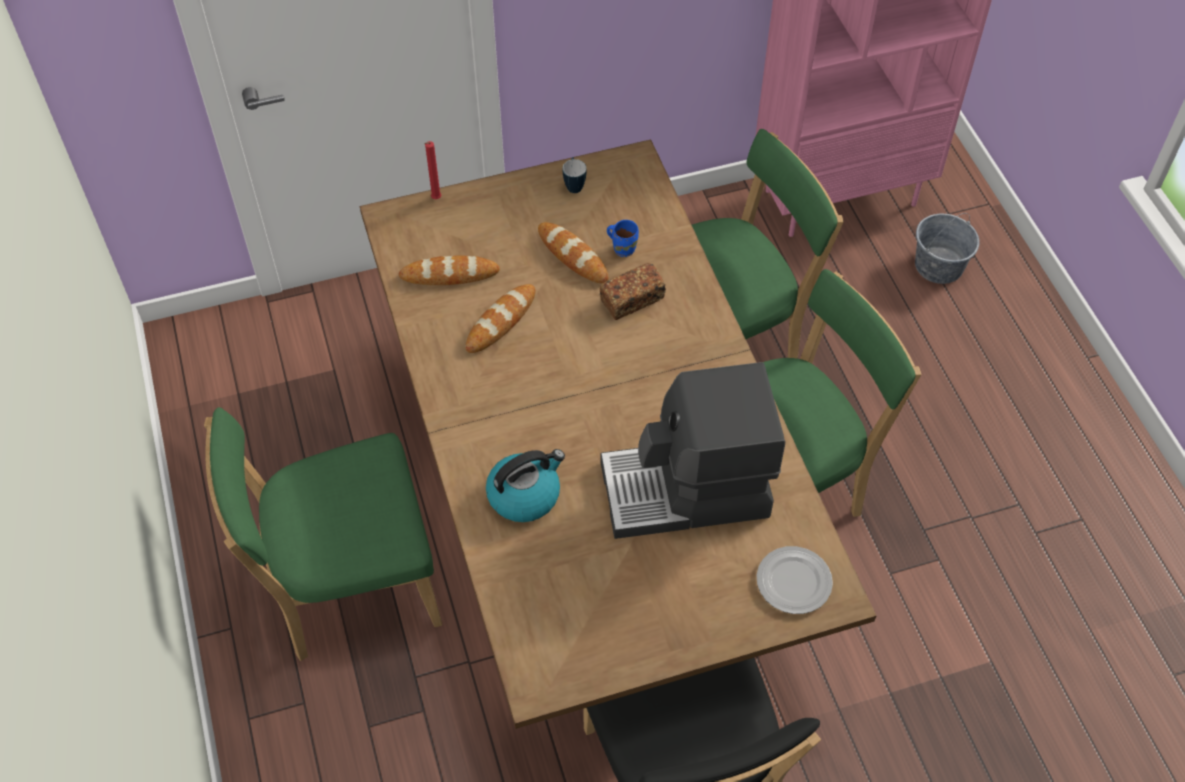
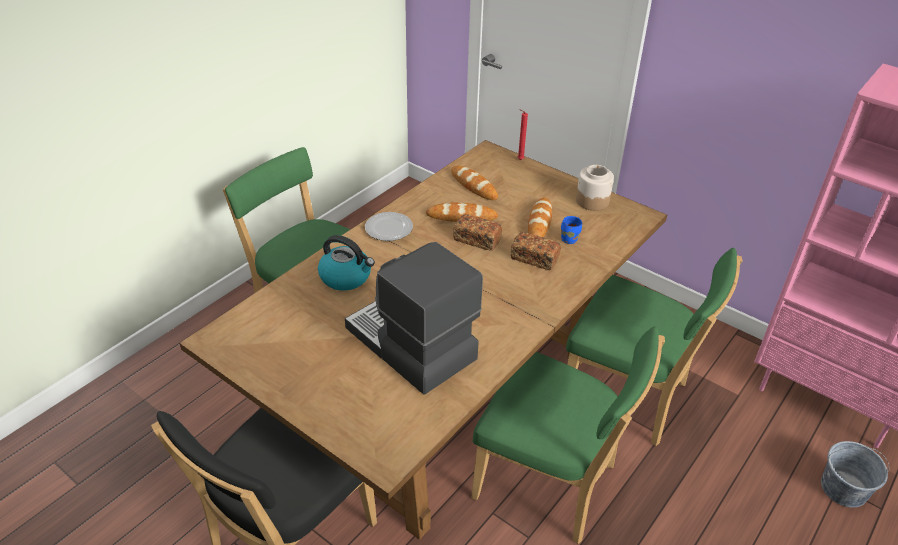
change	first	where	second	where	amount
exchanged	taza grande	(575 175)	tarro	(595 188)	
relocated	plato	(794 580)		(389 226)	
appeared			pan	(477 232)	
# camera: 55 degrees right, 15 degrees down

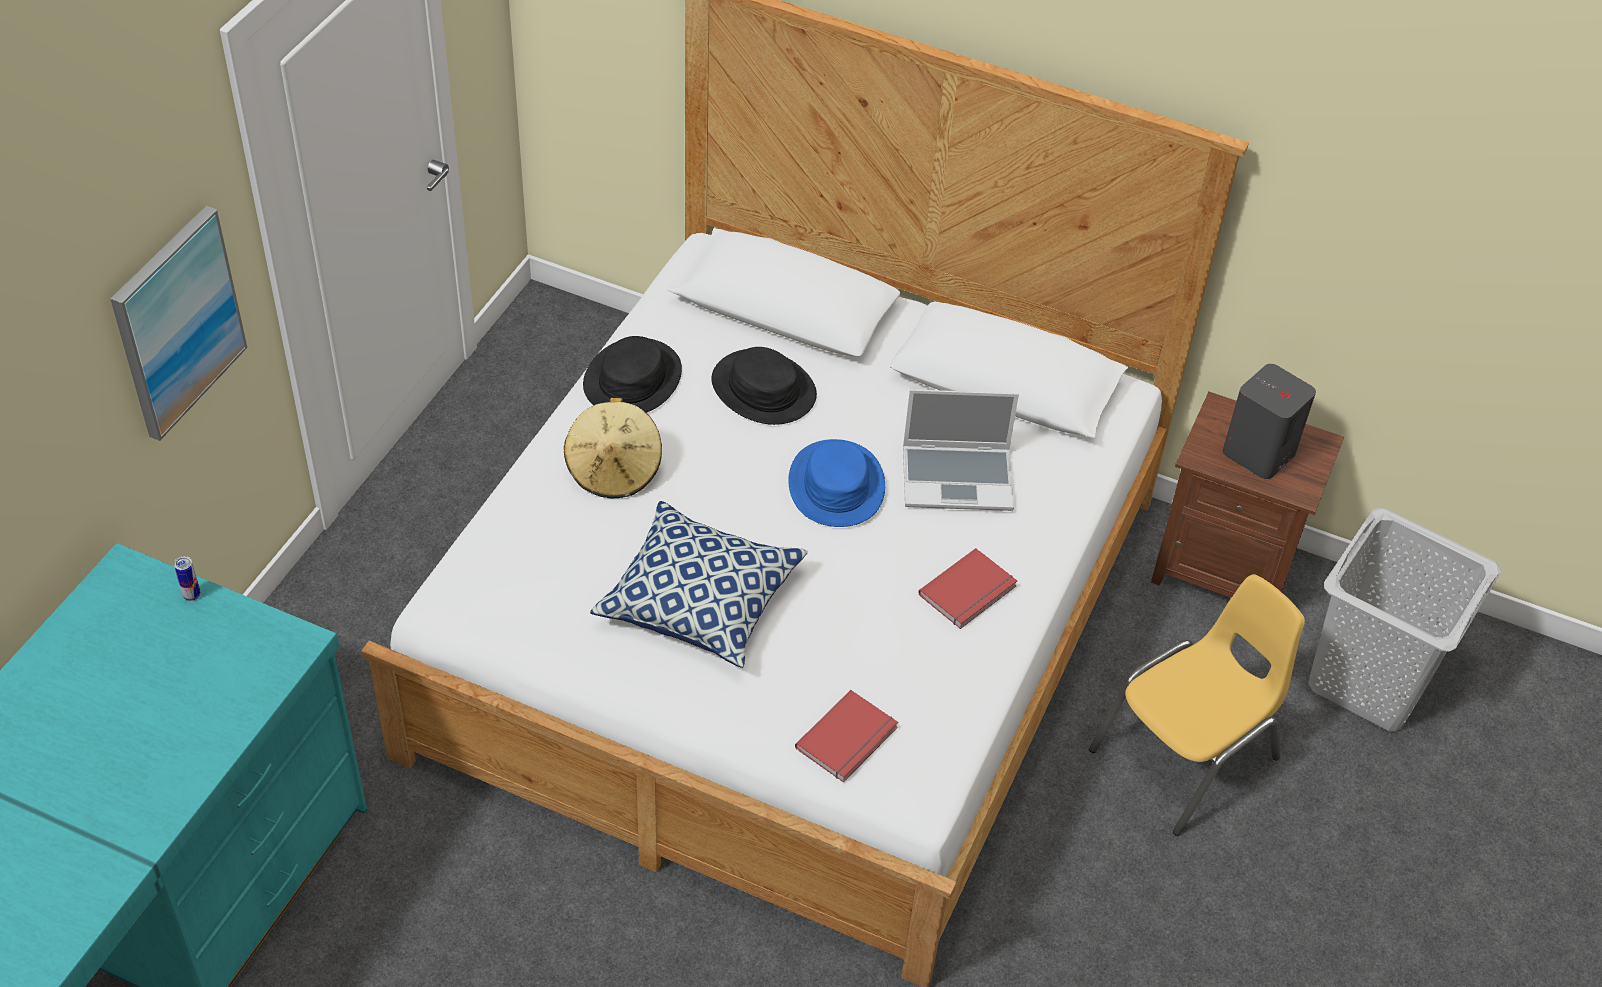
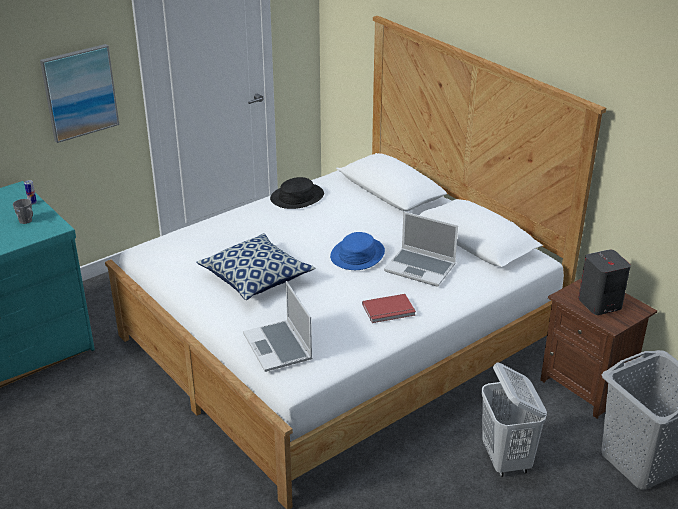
change	first	where	second	where	amount
missing	sombrero [beis]	(613 448)			
missing	sombrero [negro]	(764 386)			
exchanged	libro [rojo]	(846 736)	portátil	(278 326)	
exchanged	silla [amarillo]	(1197 705)	cesto de la ropa [blanco]	(514 419)	
appeared			taza grande [gris]	(23 211)	
# camera: 30 degrees right, 15 degrees down

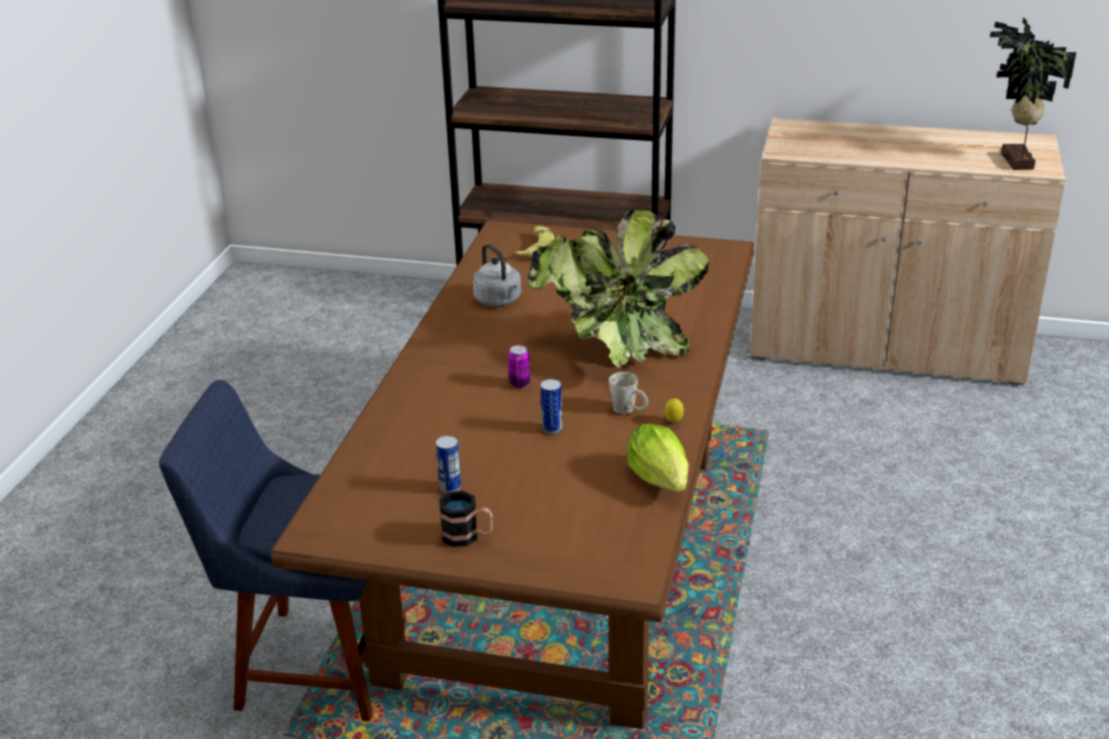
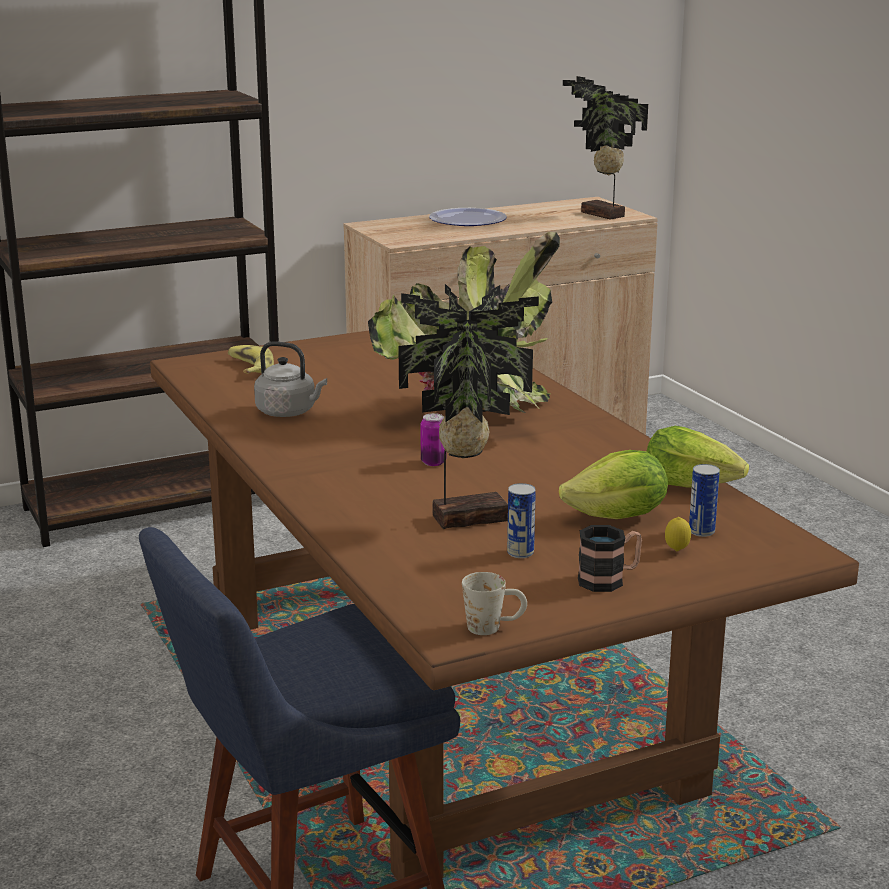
change	first	where	second	where	amount
relocated	lata	(551 406)		(704 500)	
relocated	taza grande [blanco]	(628 393)		(494 603)	
relocated	limón	(674 410)		(678 534)	
appeared			planta en maceta	(468 406)	
appeared			plato	(468 217)	
appeared			lechuga	(613 484)	
# camera: 40 degrees left, 10 degrees down

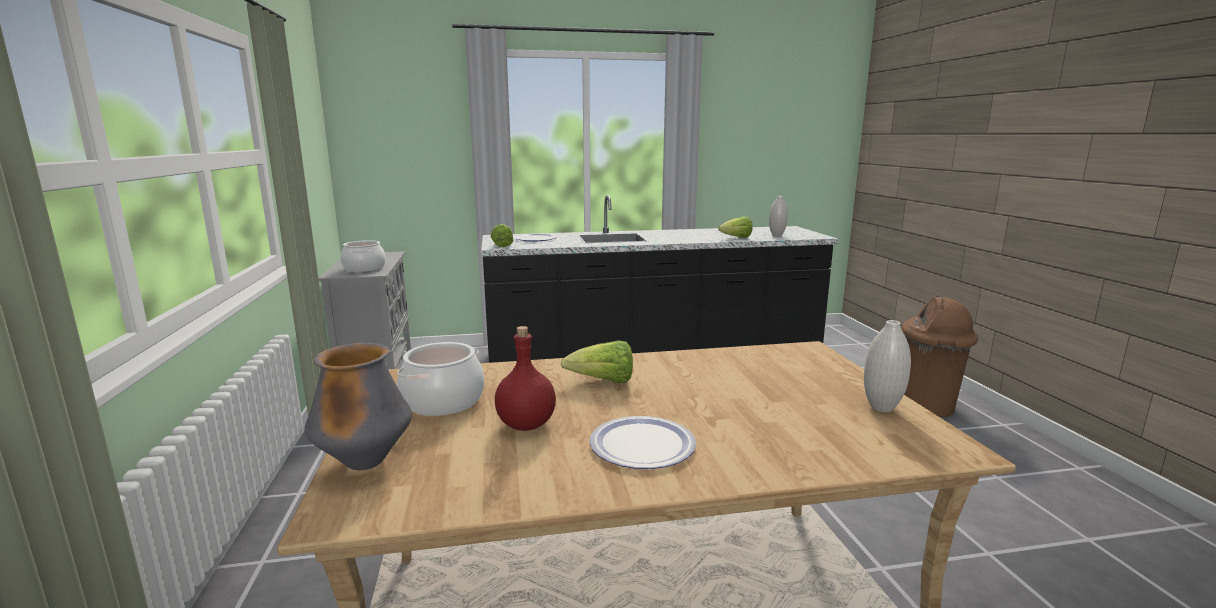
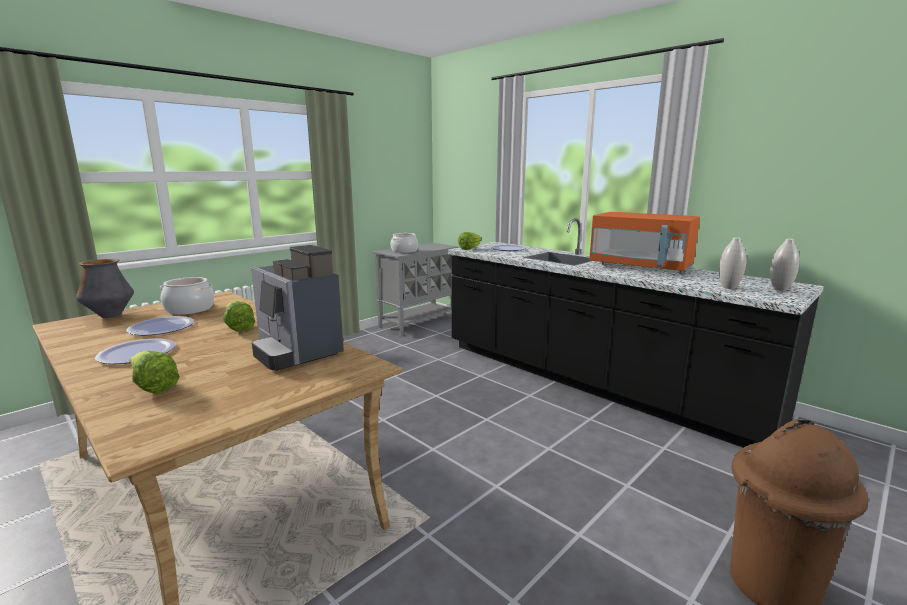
change	first	where	second	where	amount
exchanged	botella [rojo]	(525 378)	plato	(160 325)	
relocated	lechuga	(735 227)		(154 372)	
relocated	florero [blanco]	(887 366)		(785 265)	
appeared			cafetera	(297 308)	
appeared			microondas [naranja]	(644 243)	
# camera: 55 degrees right, 0 degrees up

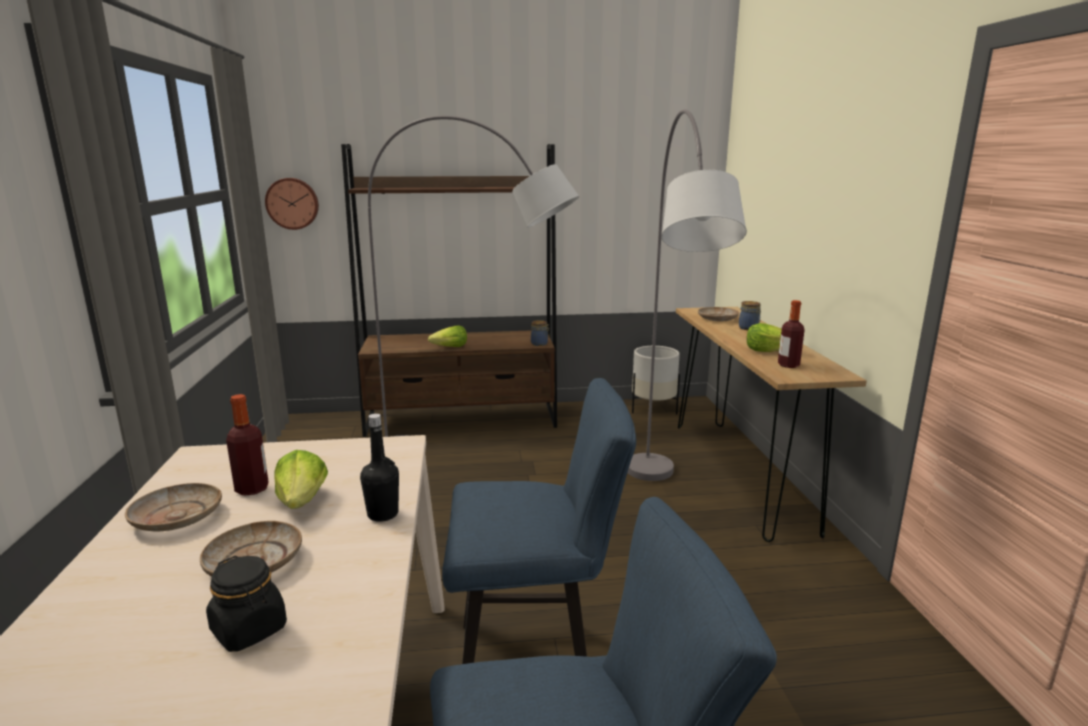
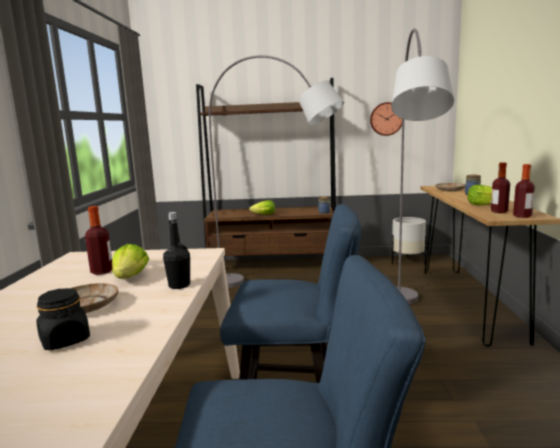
change	first	where	second	where	amount
missing	plato [beis]	(173 507)			
relocated	reloj de pared	(292 204)		(386 119)	
appeared			botella	(524 191)	
# camera: 10 degrees right, 5 degrees down

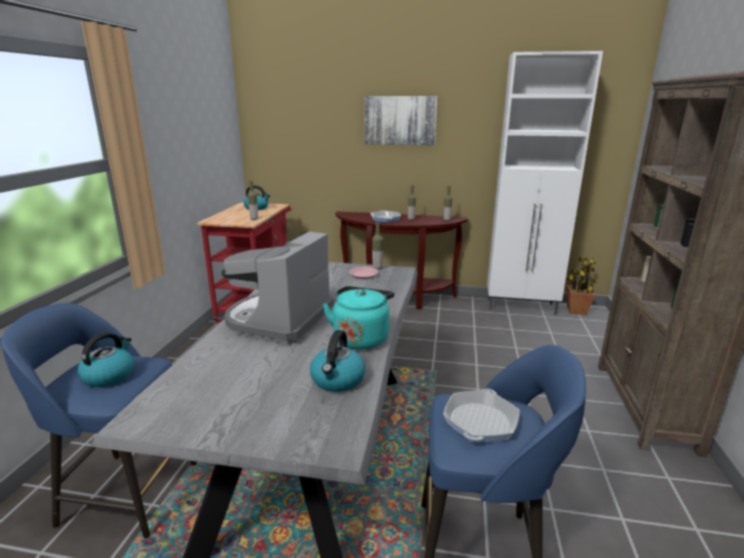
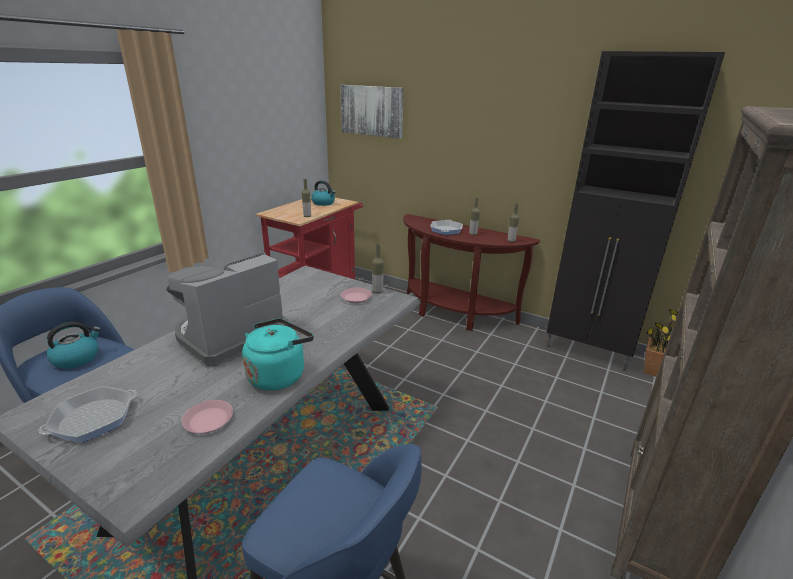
change	first	where	second	where	amount
exchanged	hervidor	(338 361)	plato [rosa]	(207 416)	
relocated	cuadro	(401 121)		(372 112)	
relocated	sartén	(481 416)		(87 414)	
colour	armario [blanco]	(545 183)	armario [negro]	(635 211)	
# camera: 20 degrees right, 5 degrees up

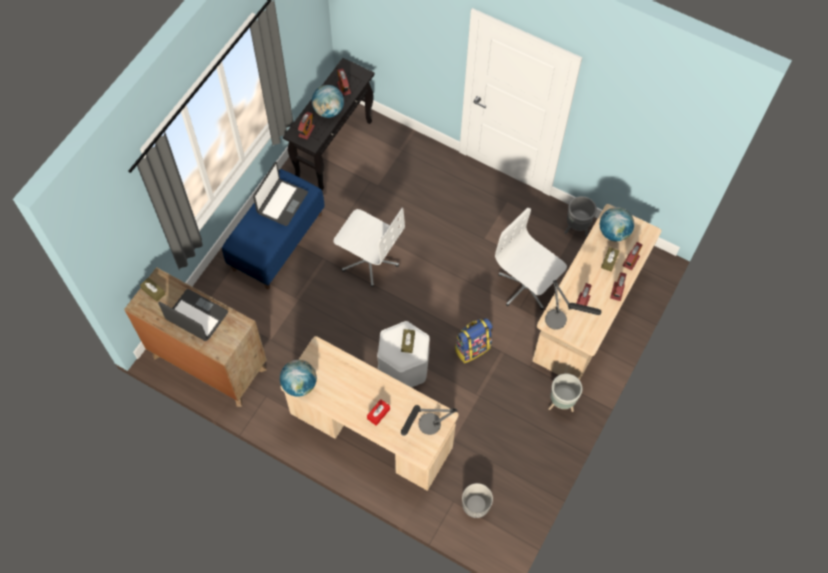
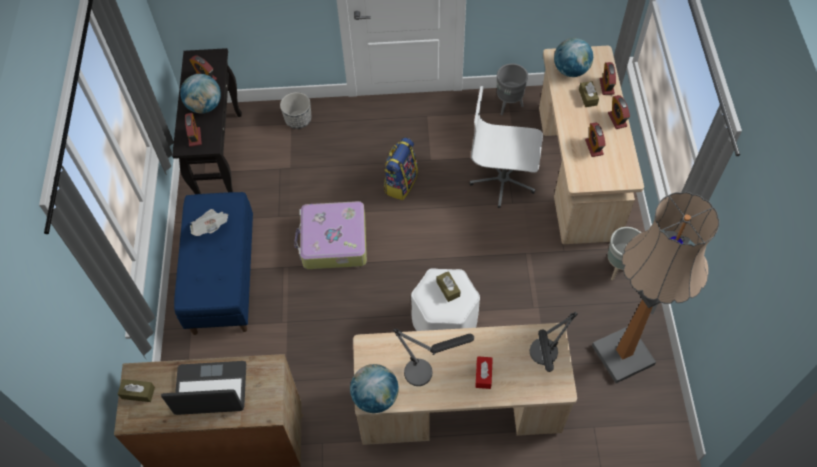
change	first	where	second	where	amount
exchanged	portátil	(280 194)	periódico	(209 222)	
exchanged	silla de oficina [blanco]	(369 247)	maleta	(330 235)	
relocated	mochila	(474 341)		(401 169)	
relocated	maceta	(477 500)		(296 110)	
relocated	lámpara de mesa	(573 305)		(433 357)	
appeared			lámpara de pie	(656 287)	
# camera: 30 degrees left, 5 degrees down

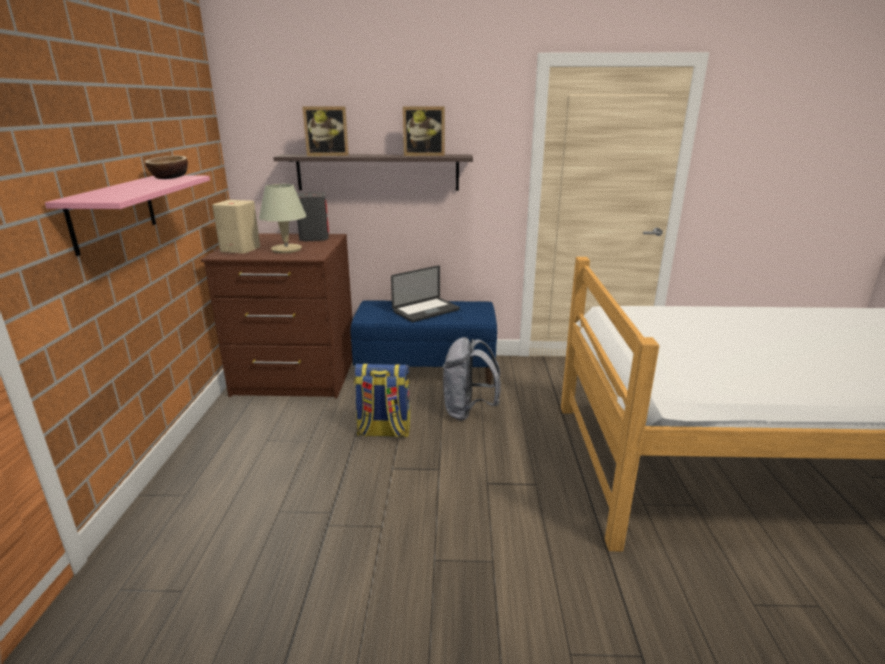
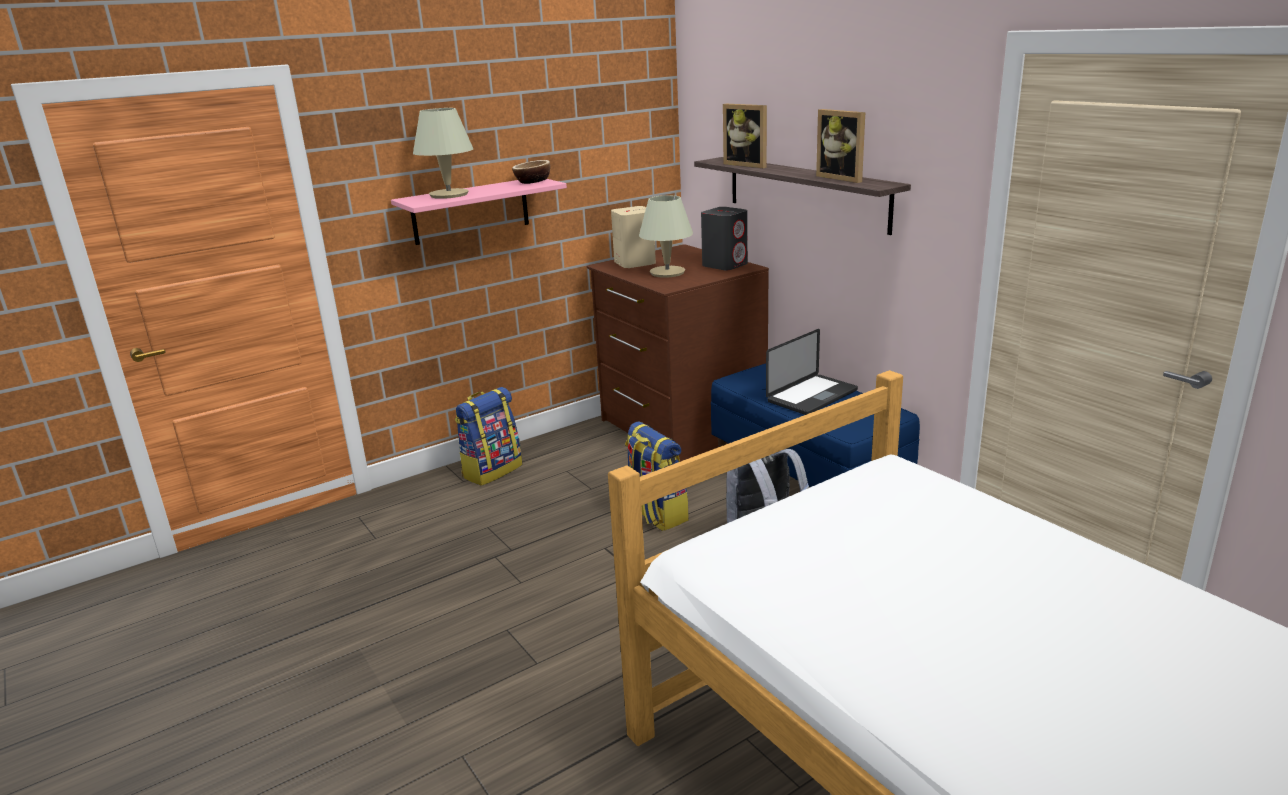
change	first	where	second	where	amount
spun	portátil	(425 293)		(812 372)	60 degrees counterclockwise
appeared			lámpara de mesa [beis]	(443 153)	
appeared			mochila	(489 436)	
# camera: 55 degrees right, 0 degrees up

